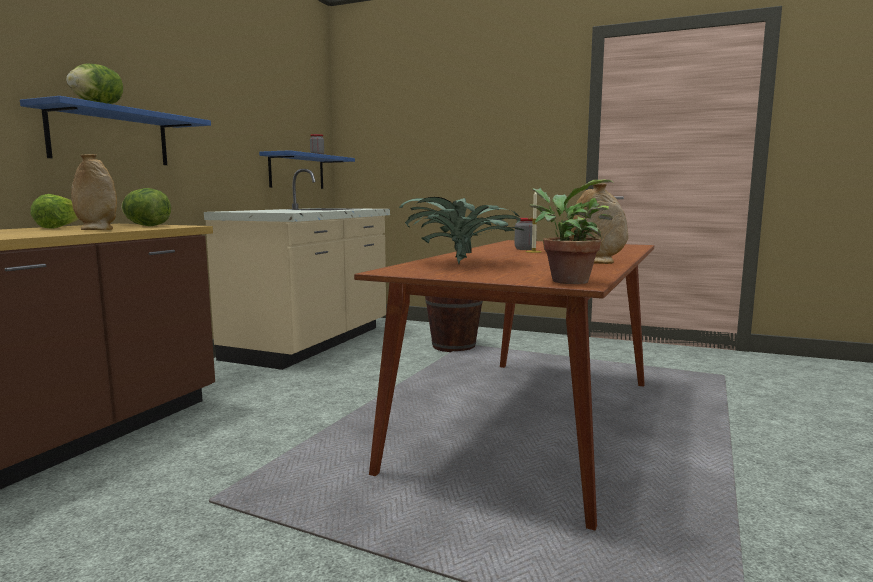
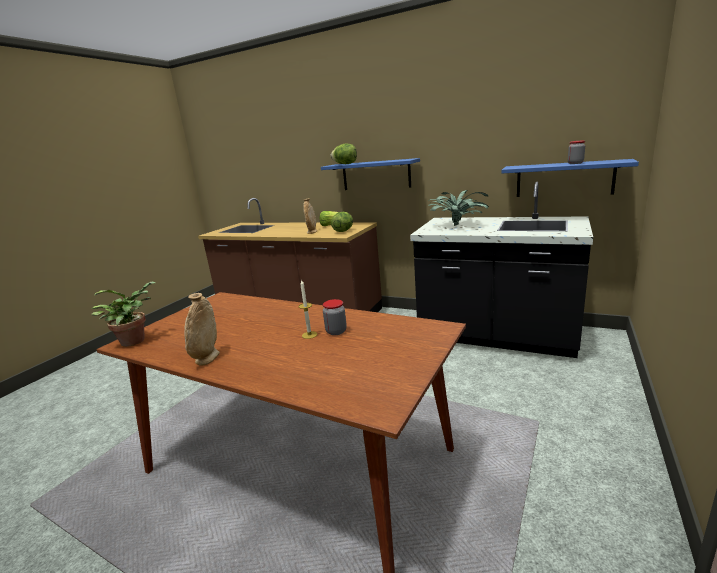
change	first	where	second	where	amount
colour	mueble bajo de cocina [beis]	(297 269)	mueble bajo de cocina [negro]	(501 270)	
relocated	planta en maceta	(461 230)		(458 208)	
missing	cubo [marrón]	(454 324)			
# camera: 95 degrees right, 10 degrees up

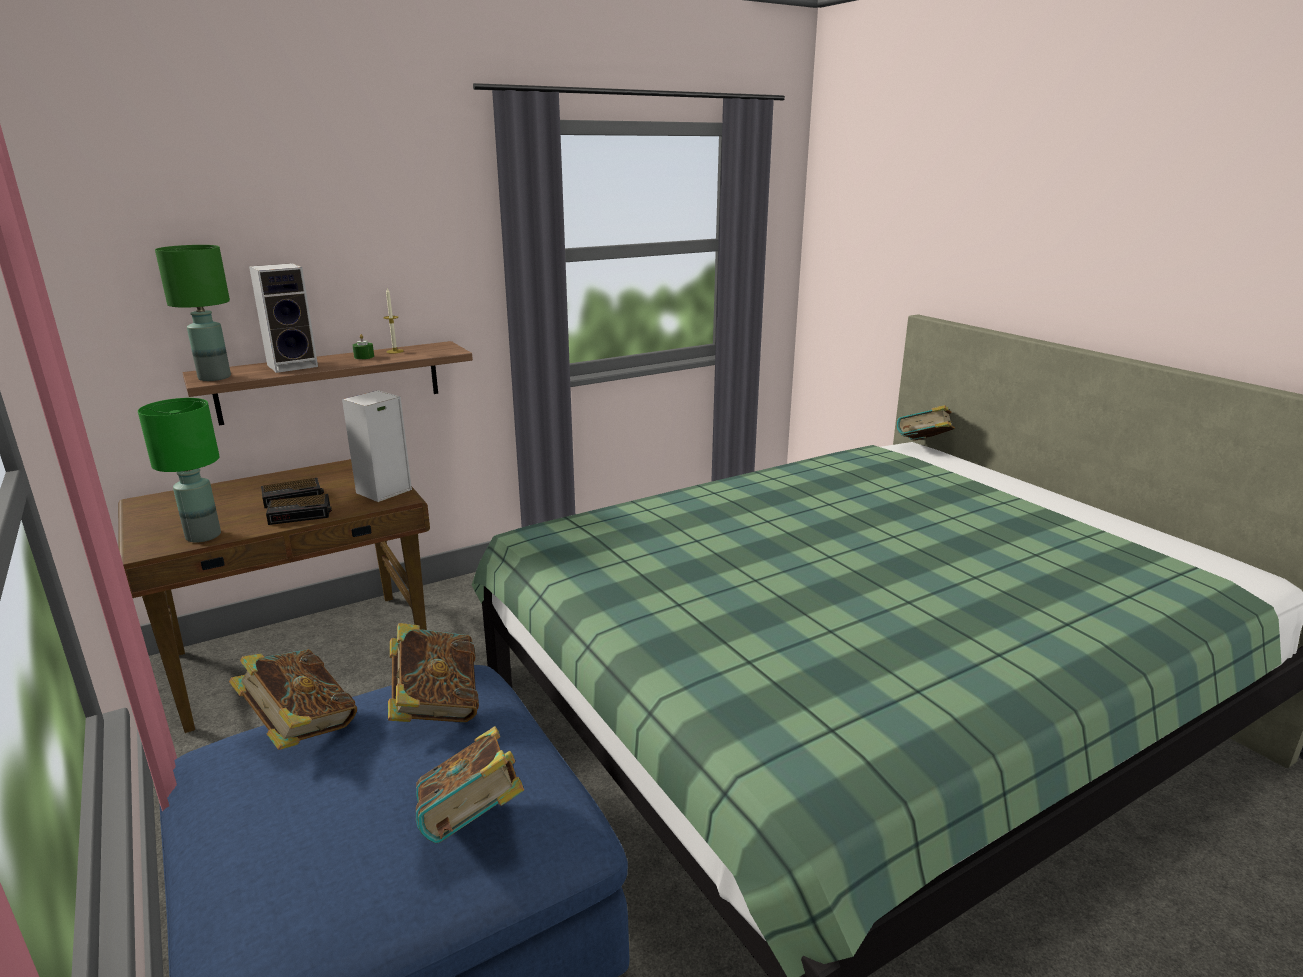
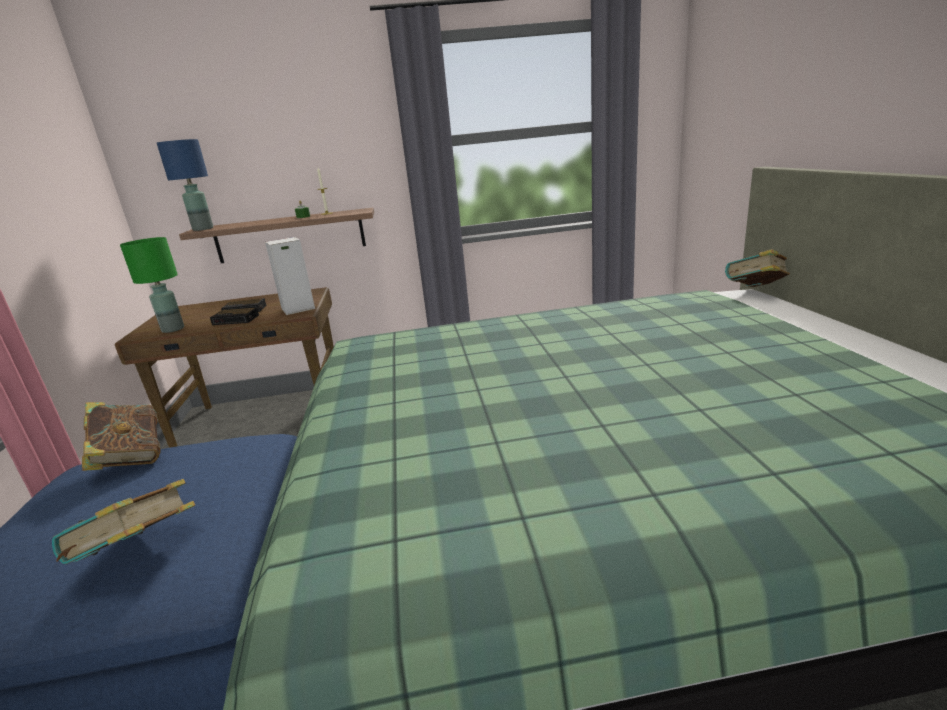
change	first	where	second	where	amount
colour	lámpara de mesa [verde]	(193 313)	lámpara de mesa [azul]	(185 185)	
missing	altavoz	(283 318)			
missing	libro	(433 672)			
# camera: 25 degrees right, 0 degrees up

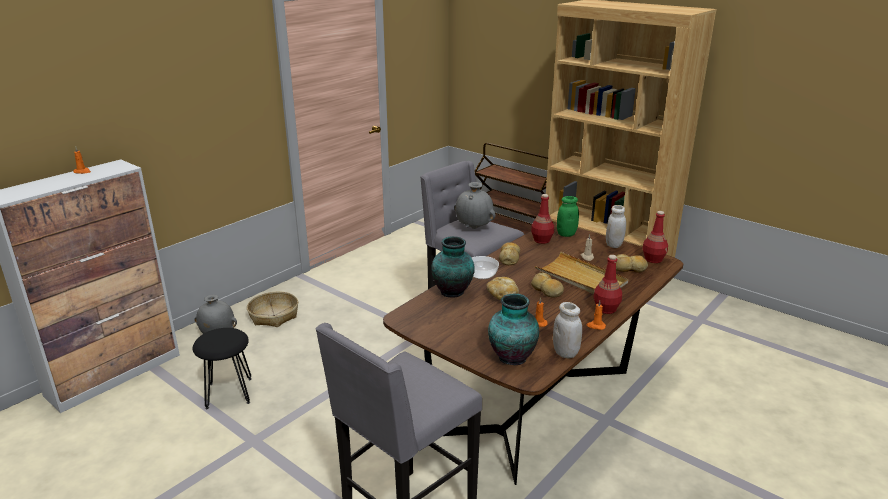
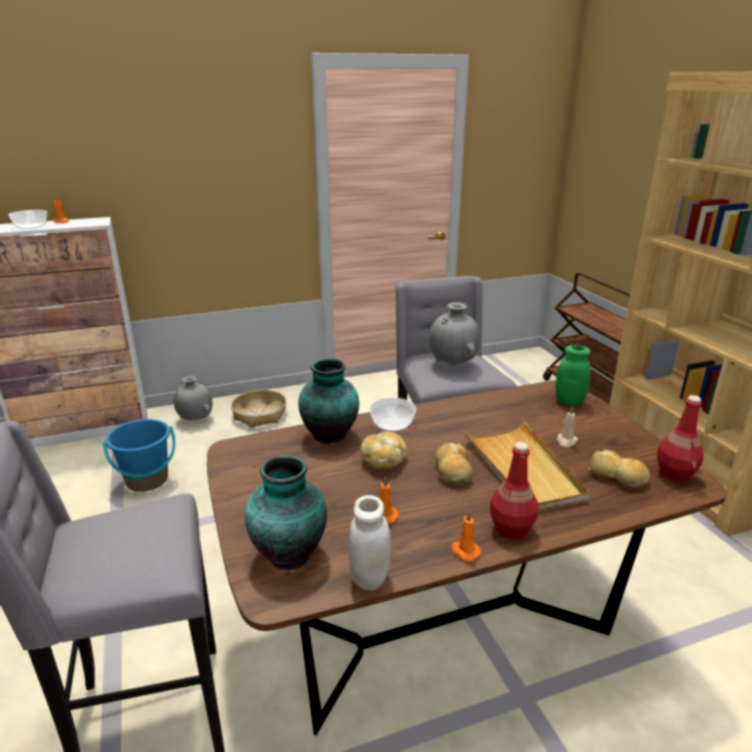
change	first	where	second	where	amount
exchanged	taburete [negro]	(222 368)	cubo [azul]	(139 455)	
missing	pan	(509 253)			
missing	botella [rojo]	(542 219)			
missing	tarro [blanco]	(616 226)			
appeared			cuenco	(27 219)	
# camera: 30 degrees right, 0 degrees up

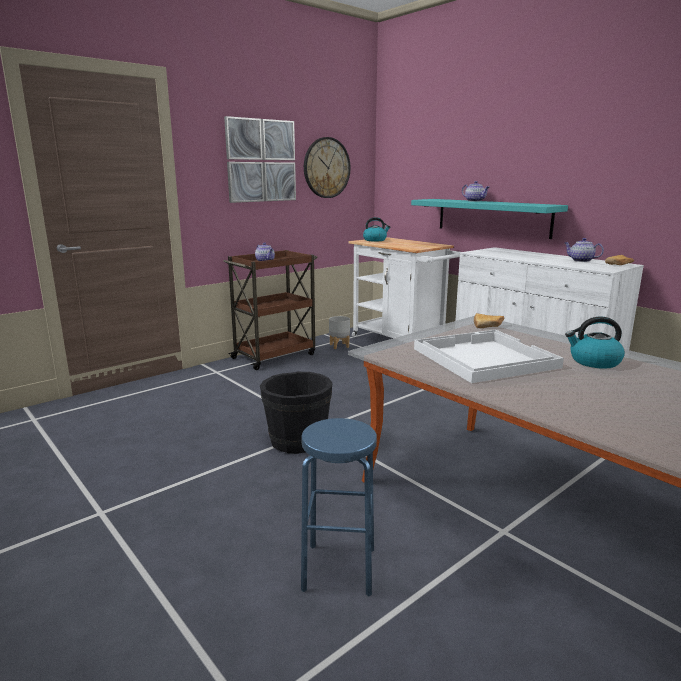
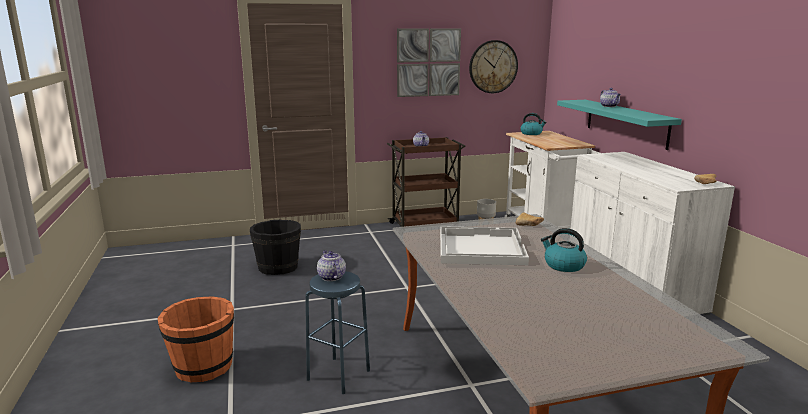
change	first	where	second	where	amount
relocated	cubo [negro]	(296 413)		(275 247)	
relocated	tetera	(584 250)		(331 265)	
appeared			cubo [naranja]	(196 339)	
# camera: 25 degrees right, 0 degrees up

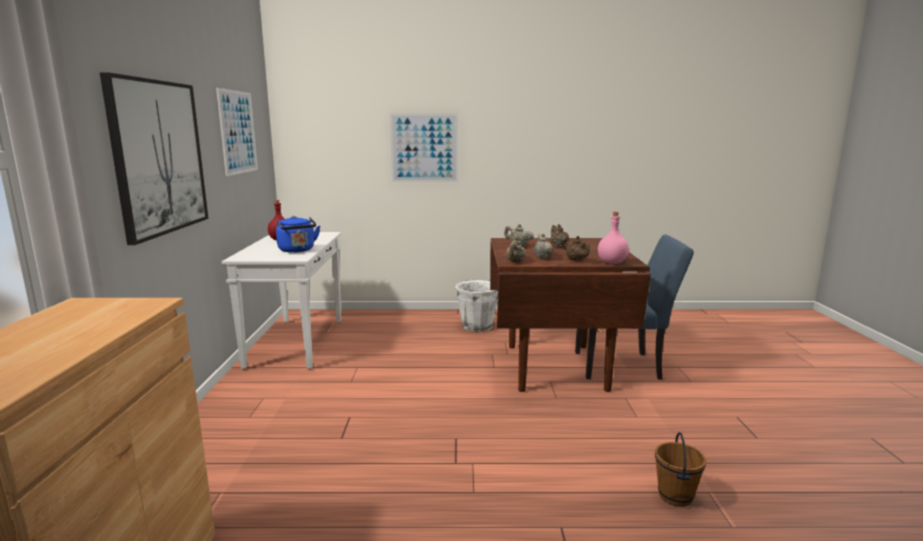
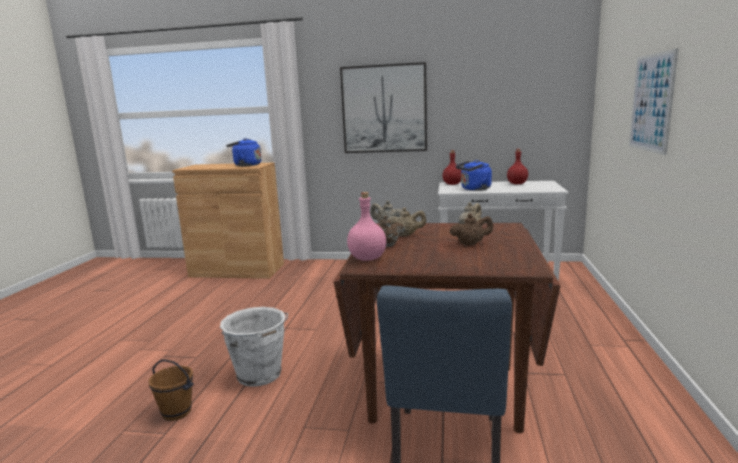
change	first	where	second	where	amount
missing	cuadro	(237 132)			
relocated	cubo [blanco]	(477 306)		(254 347)	
appeared			hervidor [azul]	(244 152)	
appeared			botella [rojo]	(452 167)	
# camera: 100 degrees right, 0 degrees up

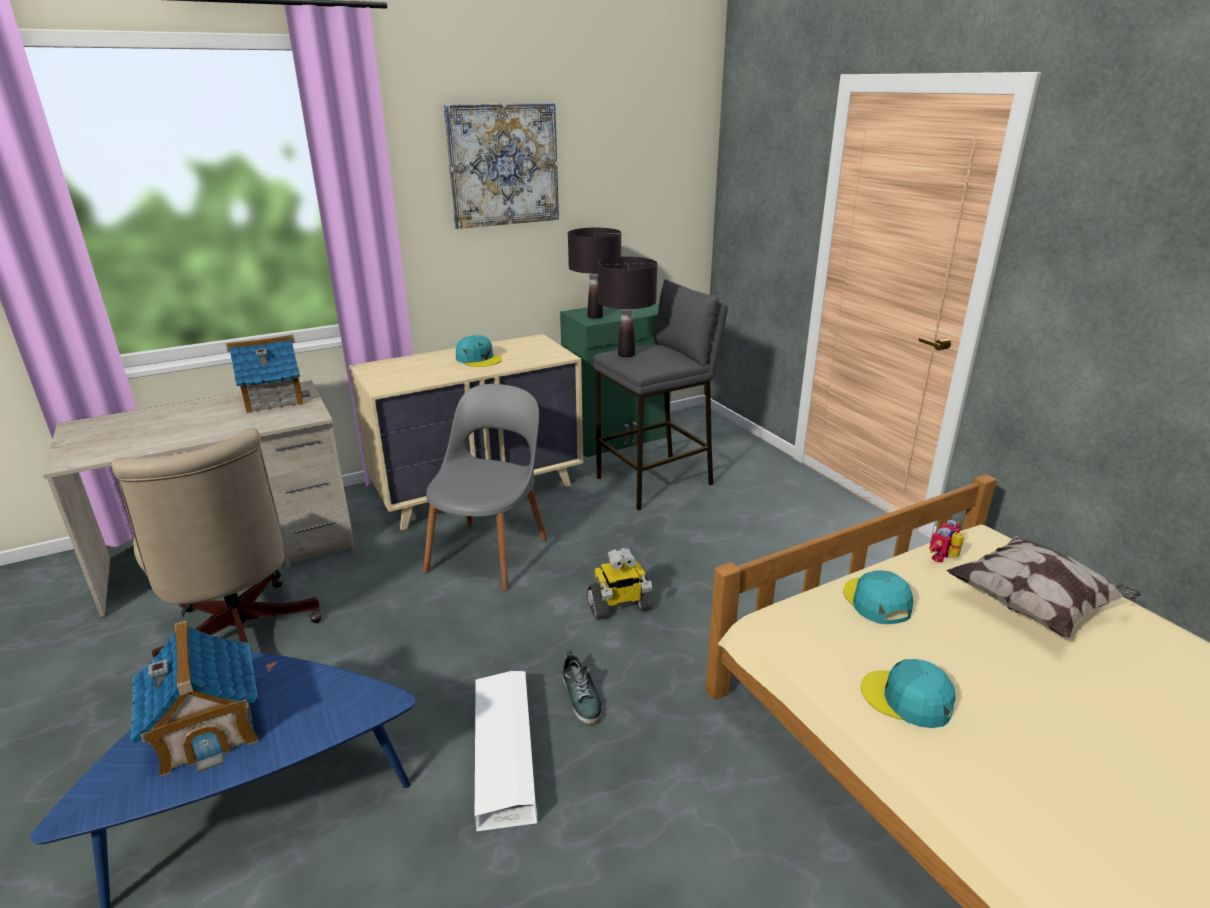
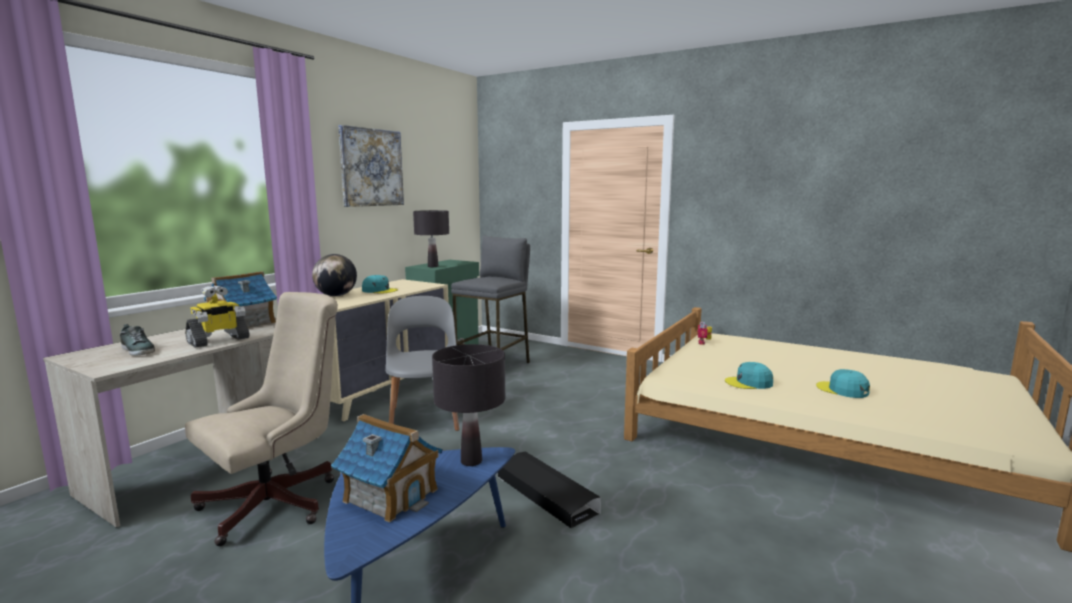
change	first	where	second	where	amount
spun	silla de oficina [beis]	(216 543)		(261 419)	75 degrees counterclockwise
colour	caja de almacenaje [blanco]	(506 751)	caja de almacenaje [negro]	(549 490)	
relocated	zapato	(582 687)		(137 340)	
relocated	robot de juguete	(620 584)		(217 316)	
relocated	lámpara de mesa [negro]	(627 307)		(468 405)	
relocated	gorra [turquesa]	(878 597)		(843 383)	
missing	cojín	(1044 586)			
appeared			globo terráqueo	(334 275)	
# camera: 30 degrees left, 15 degrees down

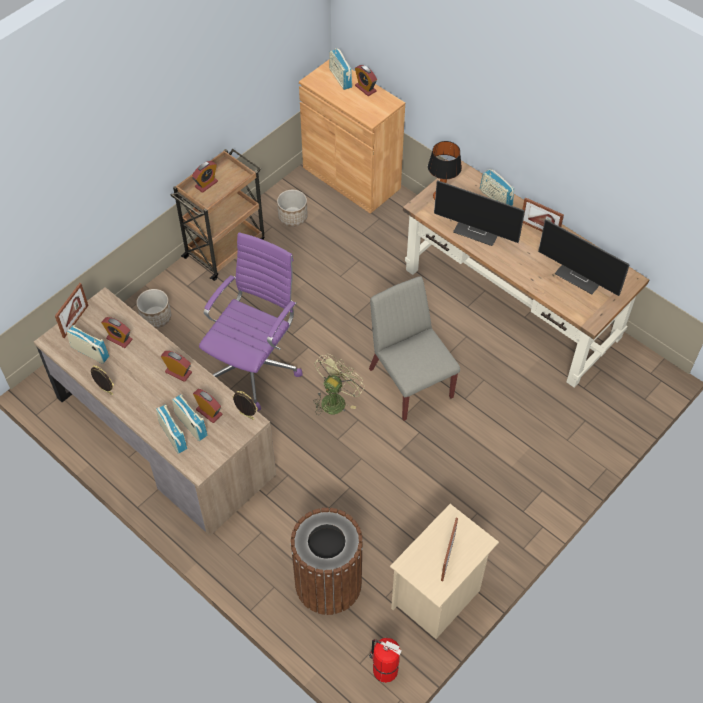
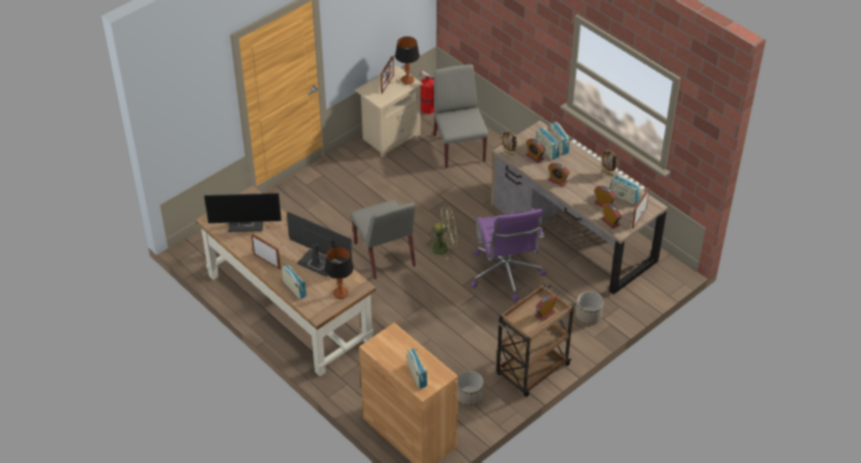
change	first	where	second	where	amount
spun	silla de oficina [morado]	(251 321)		(508 254)	45 degrees counterclockwise
exchanged	papelera [marrón]	(326 561)	silla [gris]	(460 116)	
spun	ventilador [verde]	(339 384)		(440 233)	135 degrees counterclockwise
relocated	despertador	(366 80)		(611 216)	
spun	monitor	(584 257)		(243 212)	135 degrees clockwise
appeared			lámpara de mesa	(407 60)	
# camera: 175 degrees left, 10 degrees down

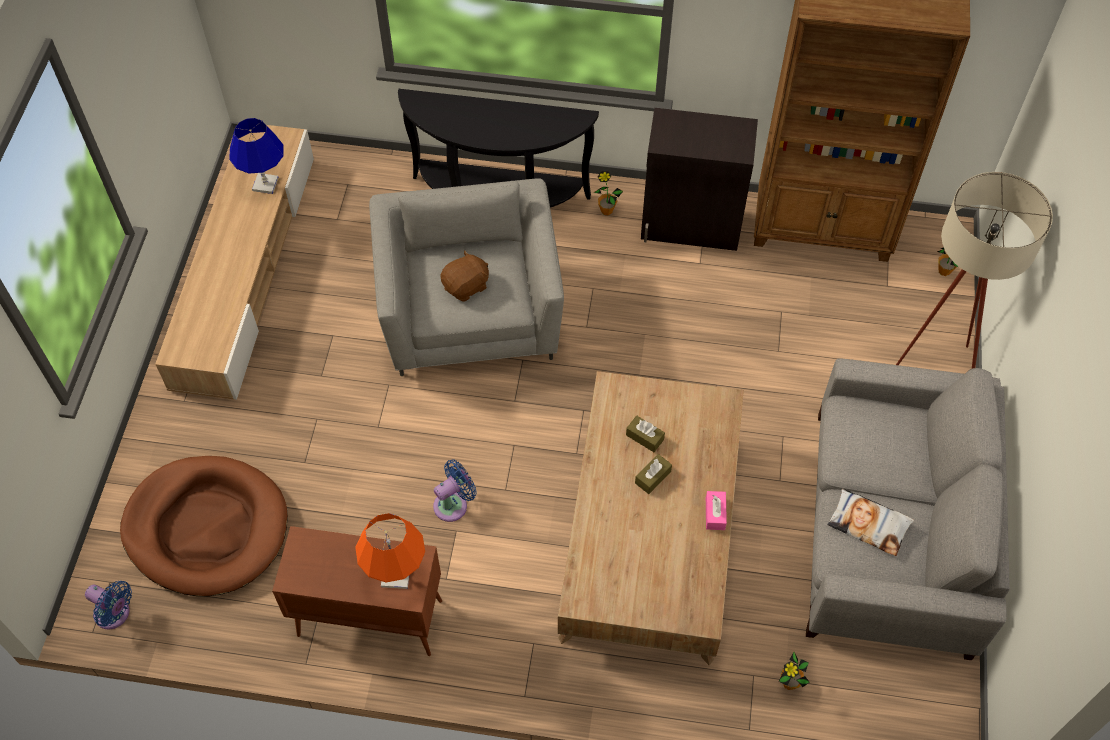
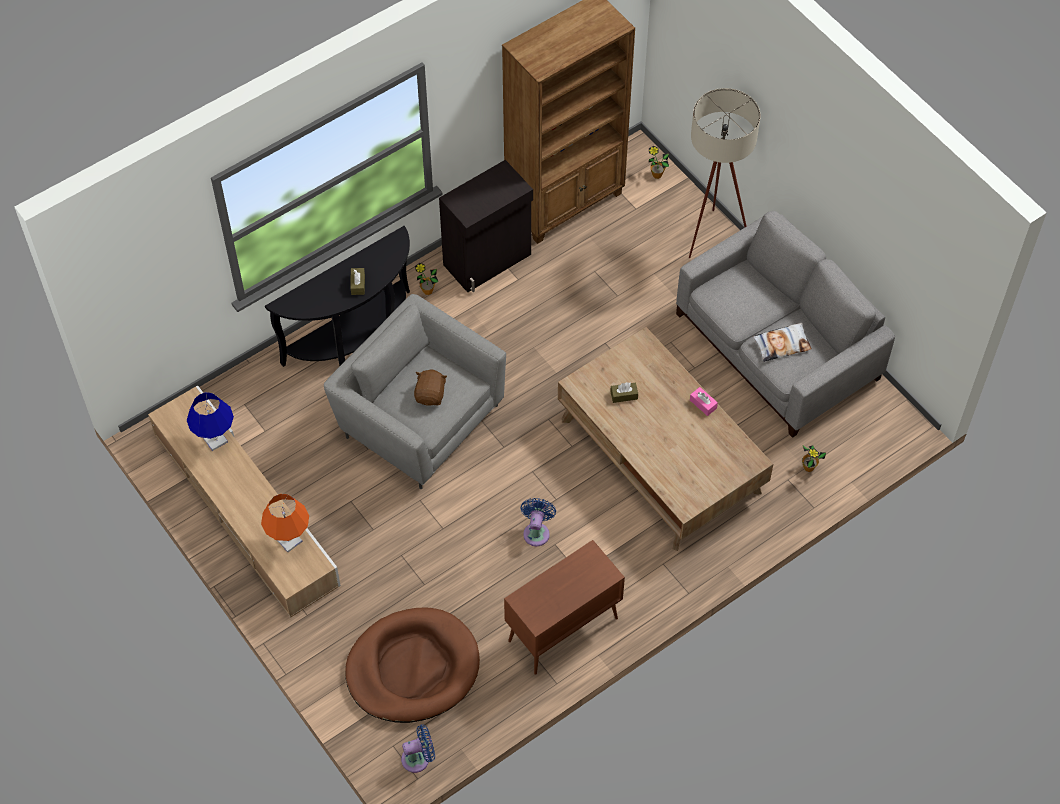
change	first	where	second	where	amount
relocated	lámpara de mesa [naranja]	(390 551)		(285 523)	
relocated	caja de pañuelos [marrón]	(653 474)		(358 281)	
# camera: 45 degrees left, 0 degrees up

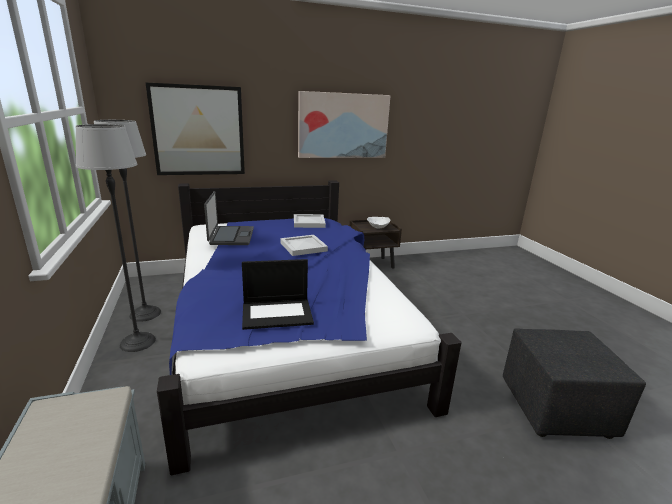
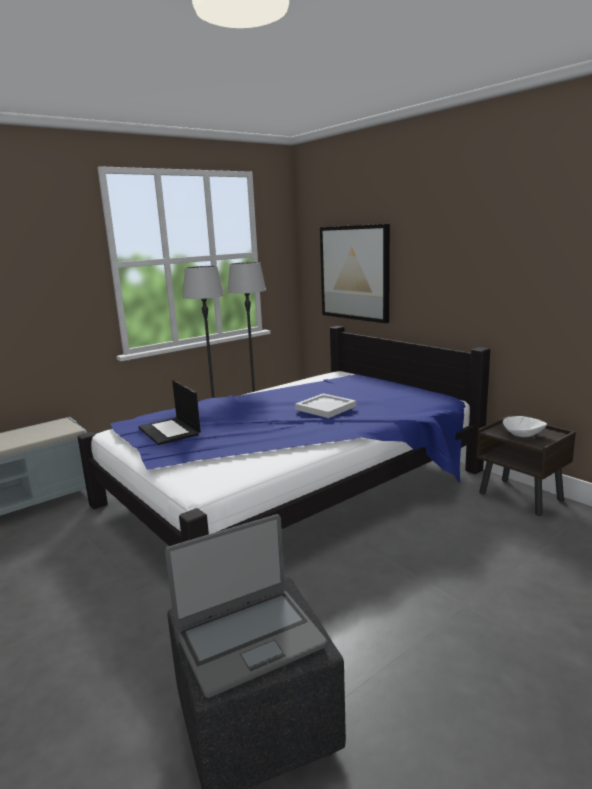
change	first	where	second	where	amount
relocated	portátil	(229 218)		(246 606)	
missing	bandeja [blanco]	(310 221)			
missing	cuadro	(344 124)			
# camera: 70 degrees right, 5 degrees down

